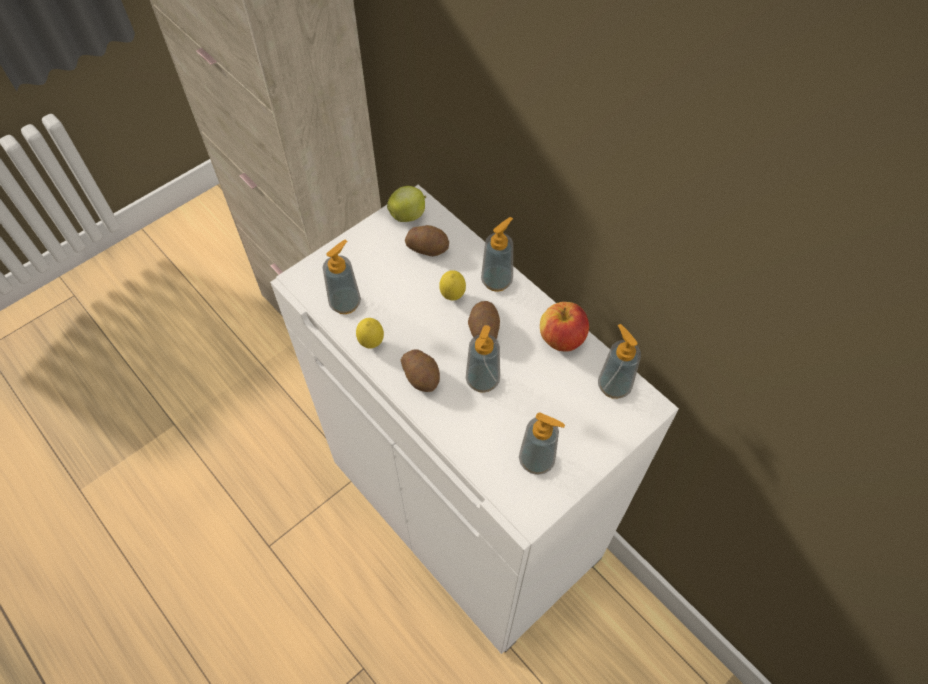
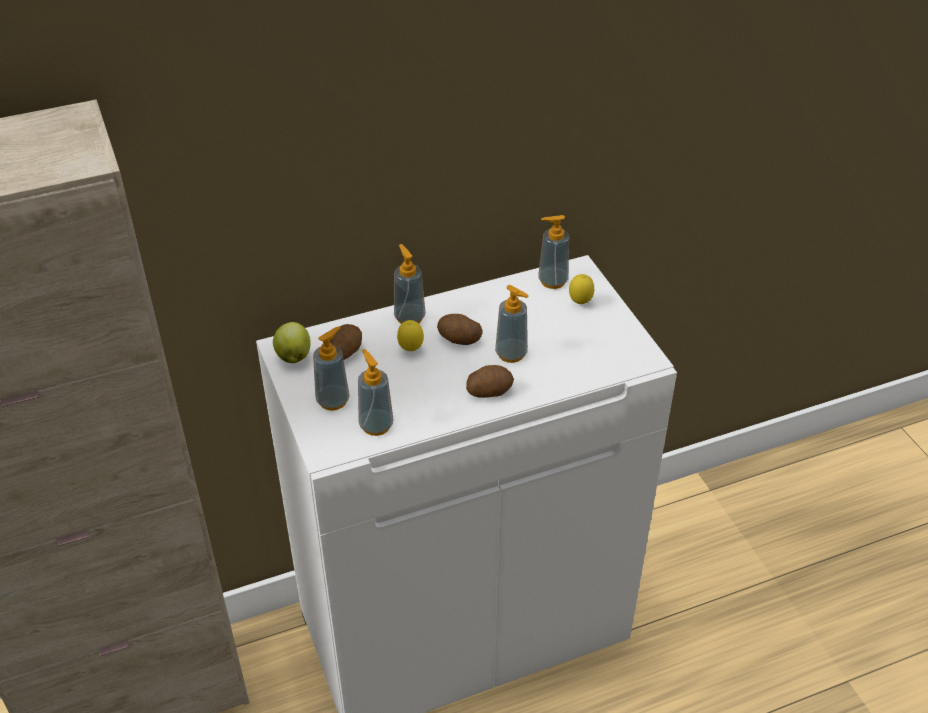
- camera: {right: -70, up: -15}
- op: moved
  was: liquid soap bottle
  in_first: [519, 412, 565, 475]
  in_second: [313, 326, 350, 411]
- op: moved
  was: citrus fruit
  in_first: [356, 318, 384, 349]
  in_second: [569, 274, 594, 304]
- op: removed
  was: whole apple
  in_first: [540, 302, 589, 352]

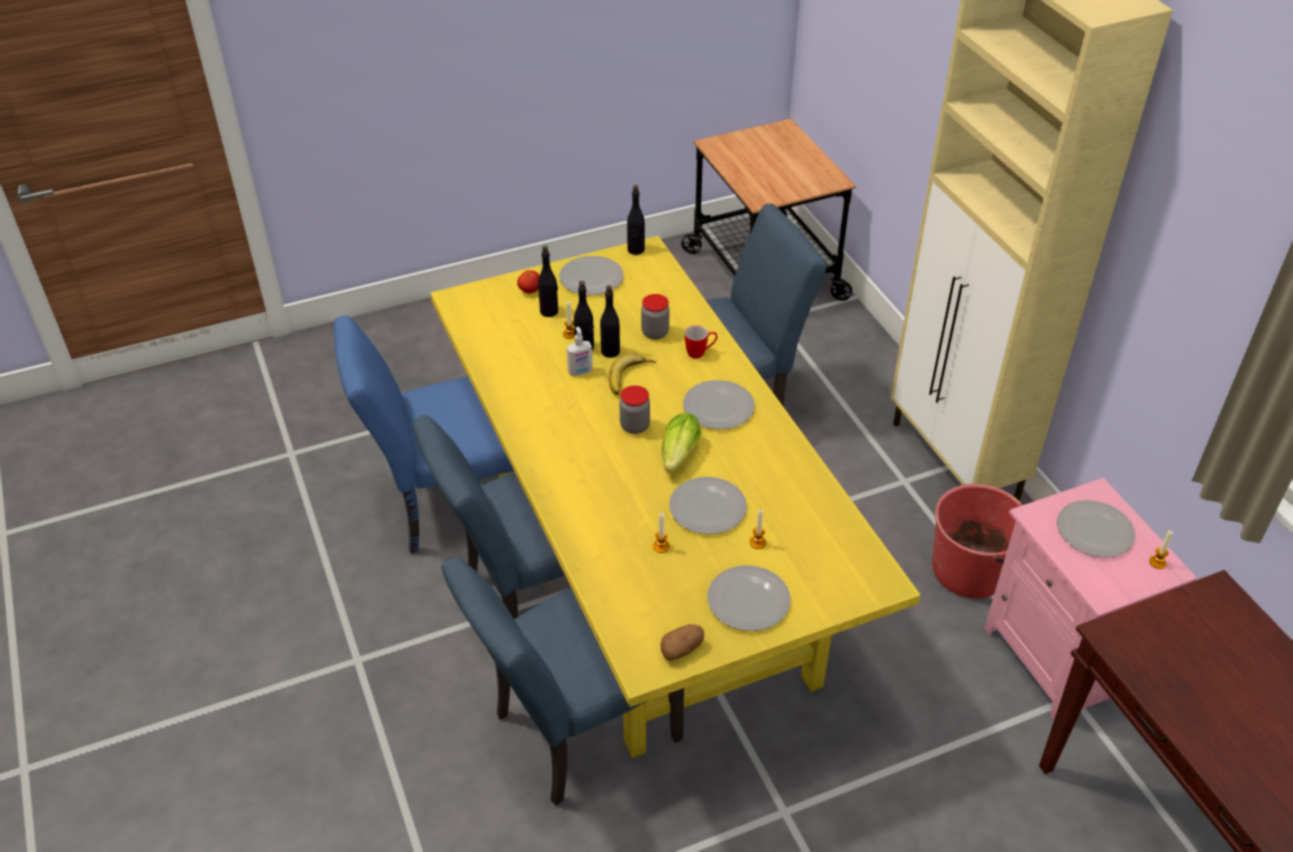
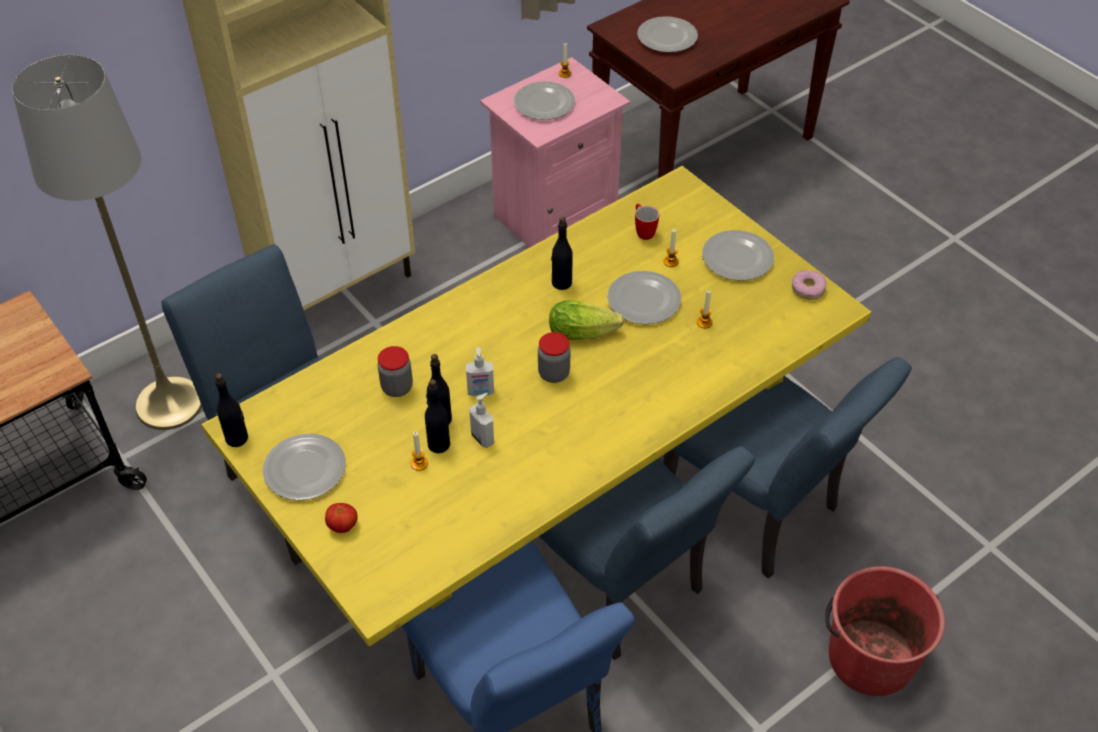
- camera: {right: -105, up: 5}
- op: added
  now: grey standing lamp
  in_second: [12, 55, 202, 430]
- op: replaced
  was: whole banana
  now: liquid soap bottle
  in_first: [609, 353, 656, 395]
  in_second: [466, 347, 494, 396]
- op: moved
  was: black beverage bottle
  in_first: [538, 246, 558, 317]
  in_second: [551, 216, 573, 290]
- op: moved
  was: mug
  in_first: [685, 325, 717, 359]
  in_second: [635, 204, 659, 240]
- op: moved
  was: plate
  in_first: [683, 380, 755, 429]
  in_second: [637, 16, 698, 52]
- op: replaced
  was: whole potato
  now: donut
  in_first: [660, 624, 704, 661]
  in_second: [792, 270, 827, 300]
- op: moved
  was: red-coloured bucket
  in_first: [933, 484, 1023, 599]
  in_second: [825, 566, 945, 696]

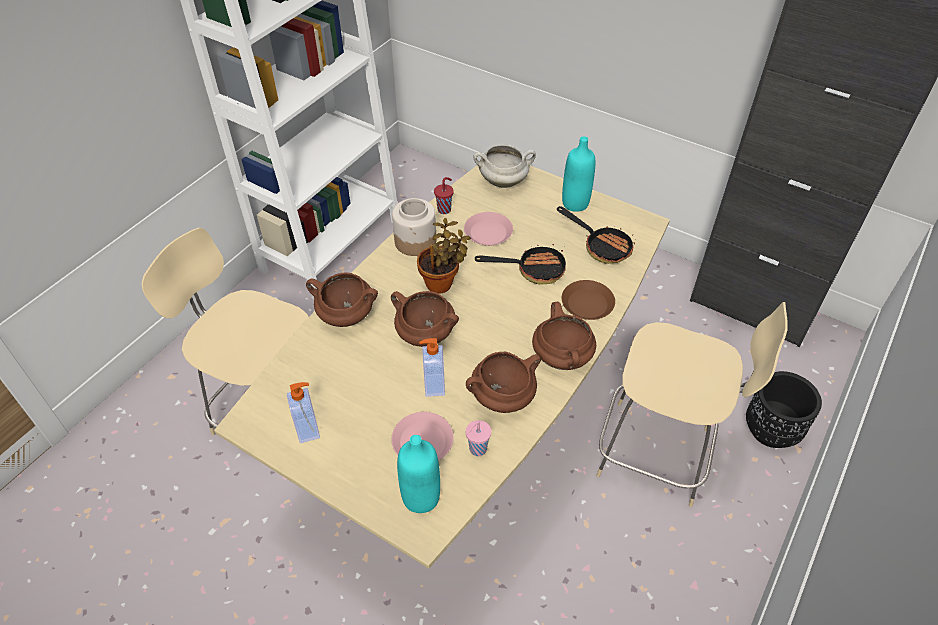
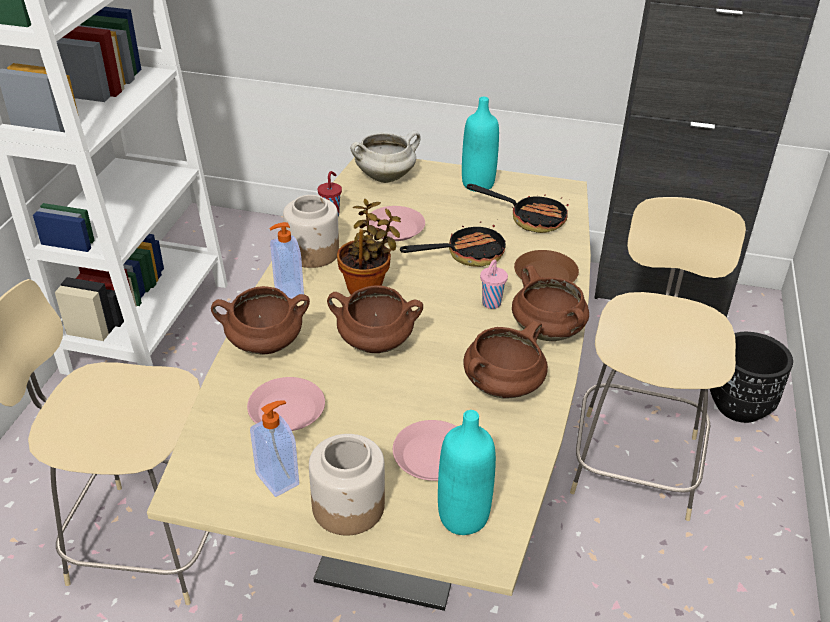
- camera: {right: -20, up: -10}
- op: added
  now: pink-coloured plate
  in_second: [247, 377, 325, 431]
- op: moved
  was: liquid soap bottle
  in_first: [419, 338, 445, 397]
  in_second: [269, 222, 304, 299]
- op: added
  now: storage jar
  in_second: [309, 434, 385, 535]
- op: moved
  was: pink-coloured drinking cup
  in_first: [466, 420, 491, 456]
  in_second: [480, 259, 508, 309]
- op: turned
  was: beige chair
  in_first: [596, 302, 788, 507]
  in_second: [570, 197, 746, 521]
  clockwise: -75

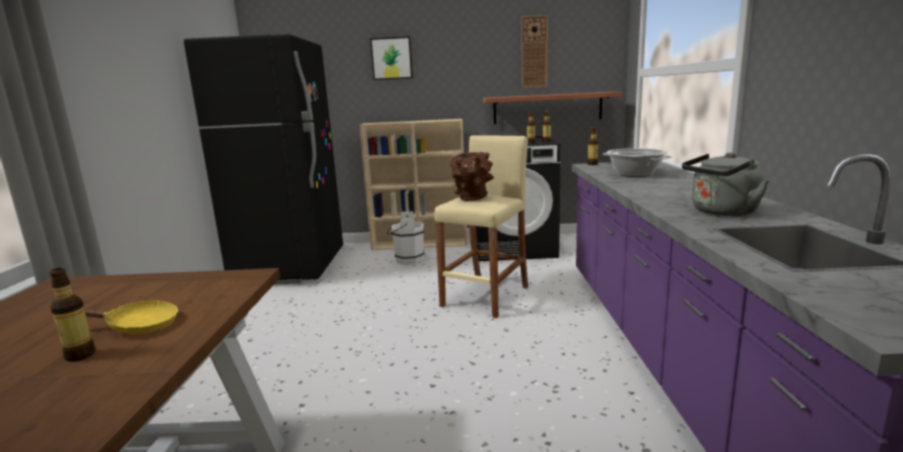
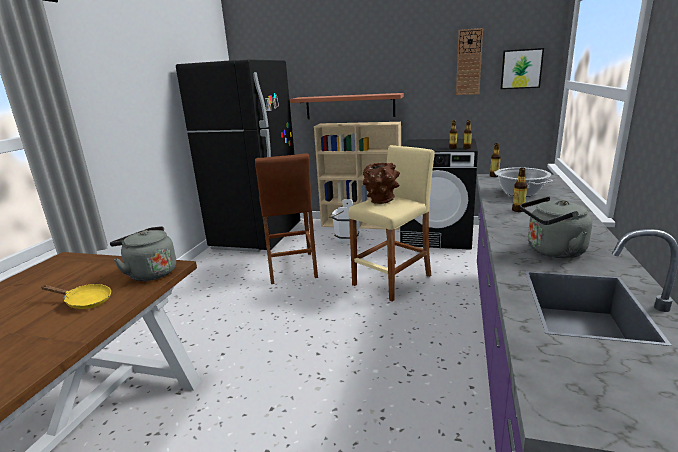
- camera: {right: 15, up: 5}
- op: added
  now: grey tea kettle
  in_second: [110, 226, 176, 281]
- op: added
  now: brown-coloured stool seat
  in_second: [255, 153, 318, 284]
- op: moved
  was: shelf
  in_first: [483, 92, 622, 124]
  in_second: [290, 93, 404, 119]
- op: moved
  was: wall art
  in_first: [370, 36, 413, 80]
  in_second: [501, 48, 544, 89]
- op: moved
  was: beverage bottle
  in_first: [49, 268, 96, 362]
  in_second: [512, 168, 527, 212]

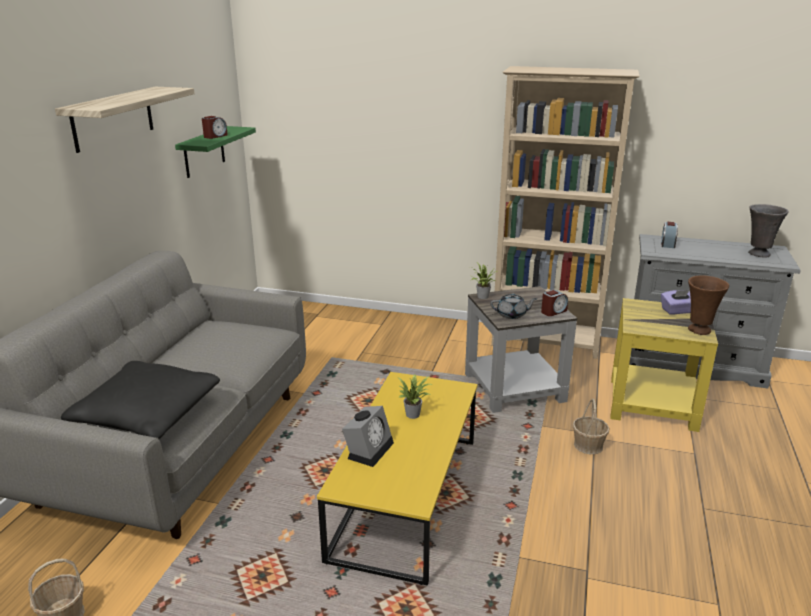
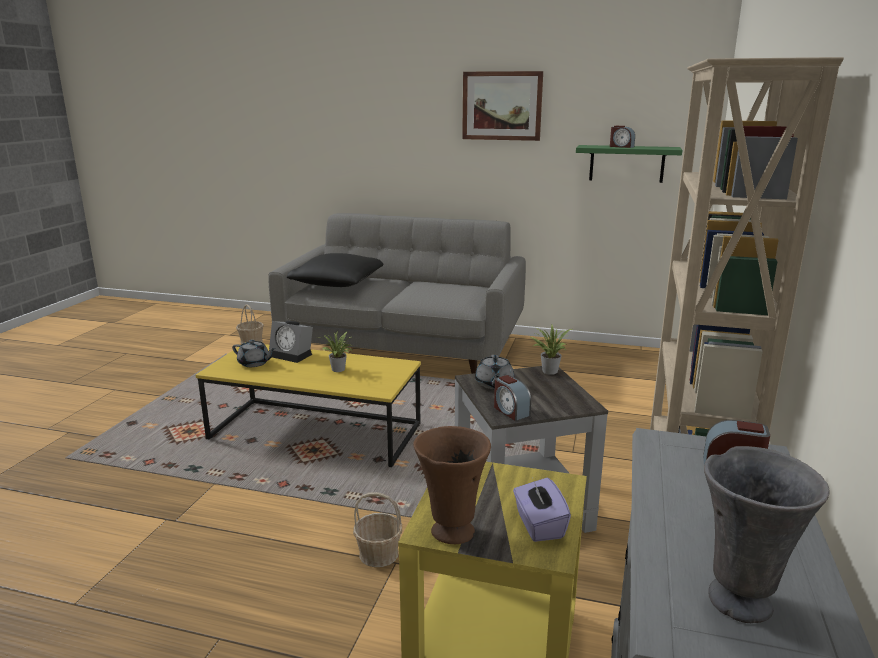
- camera: {right: 90, up: -5}
- op: added
  now: grey teapot
  in_second: [232, 340, 276, 367]
- op: replaced
  was: shelf
  now: wall art
  in_first: [55, 87, 195, 153]
  in_second: [462, 71, 543, 141]

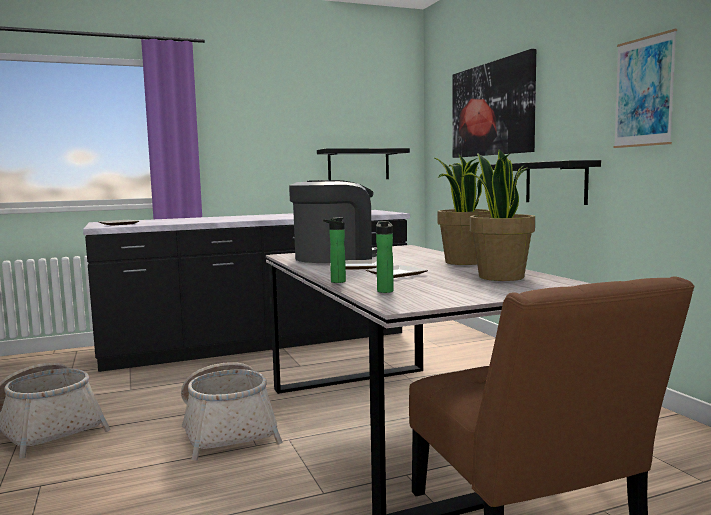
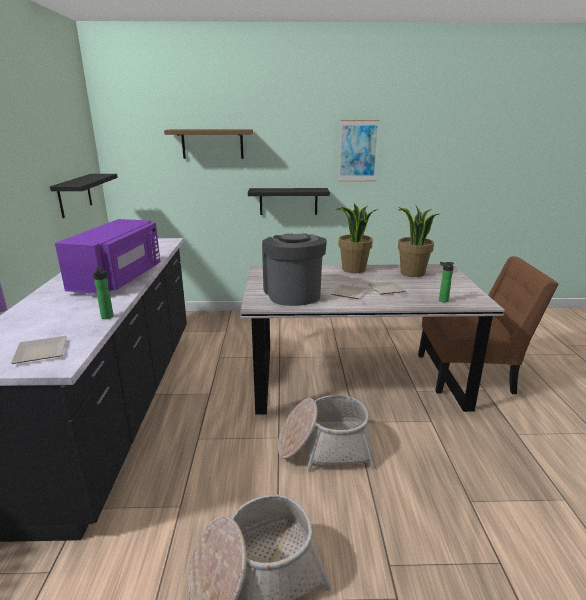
- camera: {right: -70, up: 15}
- op: added
  now: purplish kitchen microwave
  in_second: [55, 219, 160, 294]
- op: moved
  was: beverage bottle
  in_first: [323, 217, 346, 283]
  in_second: [93, 267, 114, 319]
- op: replaced
  was: wall art
  now: brown-coloured shelf
  in_first: [453, 49, 536, 158]
  in_second: [164, 129, 253, 159]

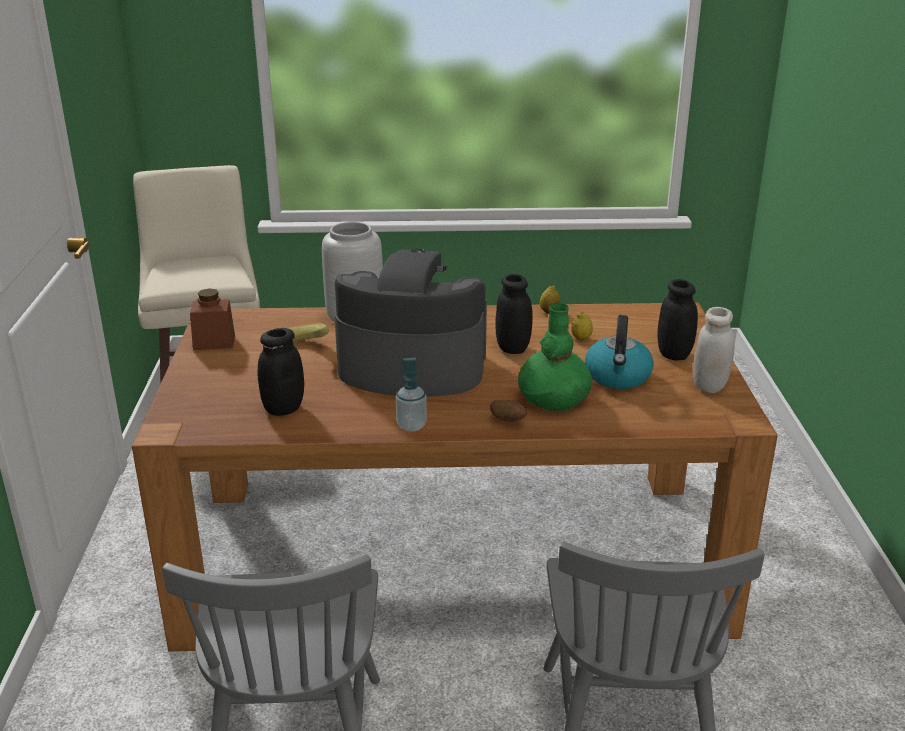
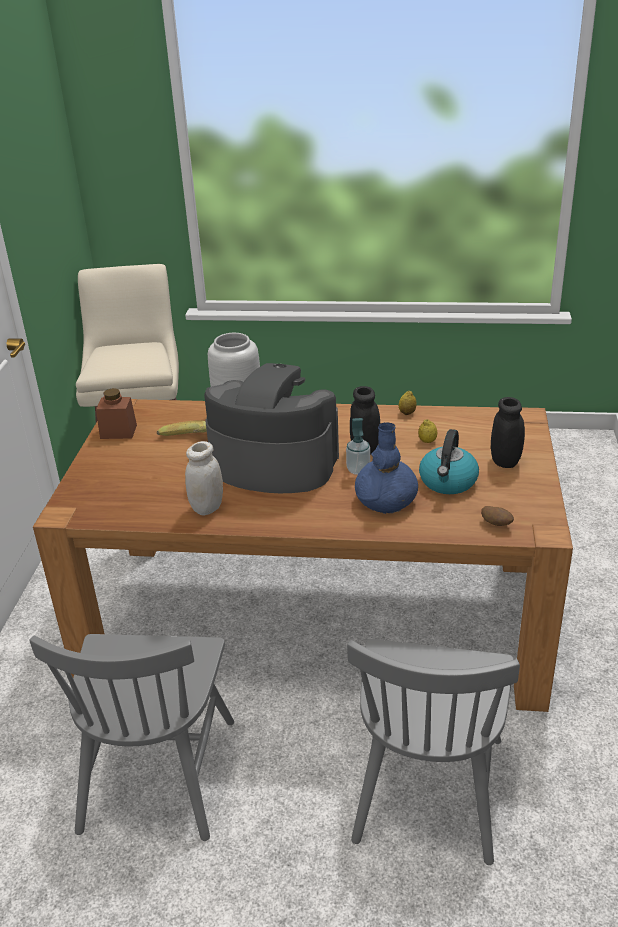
- camera: {right: 10, up: 5}
- op: moved
  was: white storage jar
  in_first: [693, 307, 735, 393]
  in_second: [185, 441, 223, 516]
- op: moved
  was: liquid soap bottle
  in_first: [396, 357, 427, 432]
  in_second: [346, 418, 370, 475]
- op: recoloured
  was: green-coloured decorative vase
  now: blue-coloured decorative vase
  in_first: [518, 303, 592, 411]
  in_second: [355, 422, 418, 514]
- op: moved
  was: whole potato
  in_first: [490, 400, 527, 422]
  in_second: [481, 506, 514, 526]
- op: removed
  was: black storage jar
  in_first: [258, 328, 304, 416]

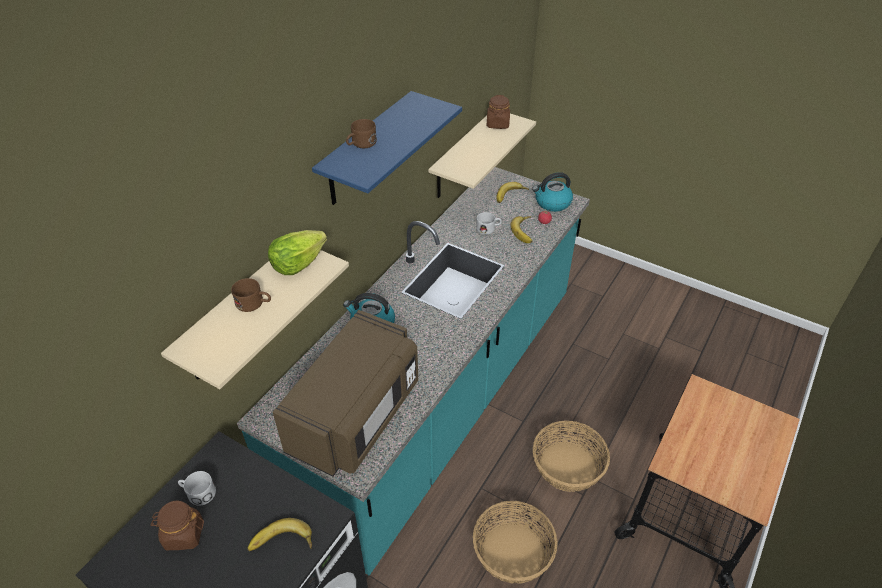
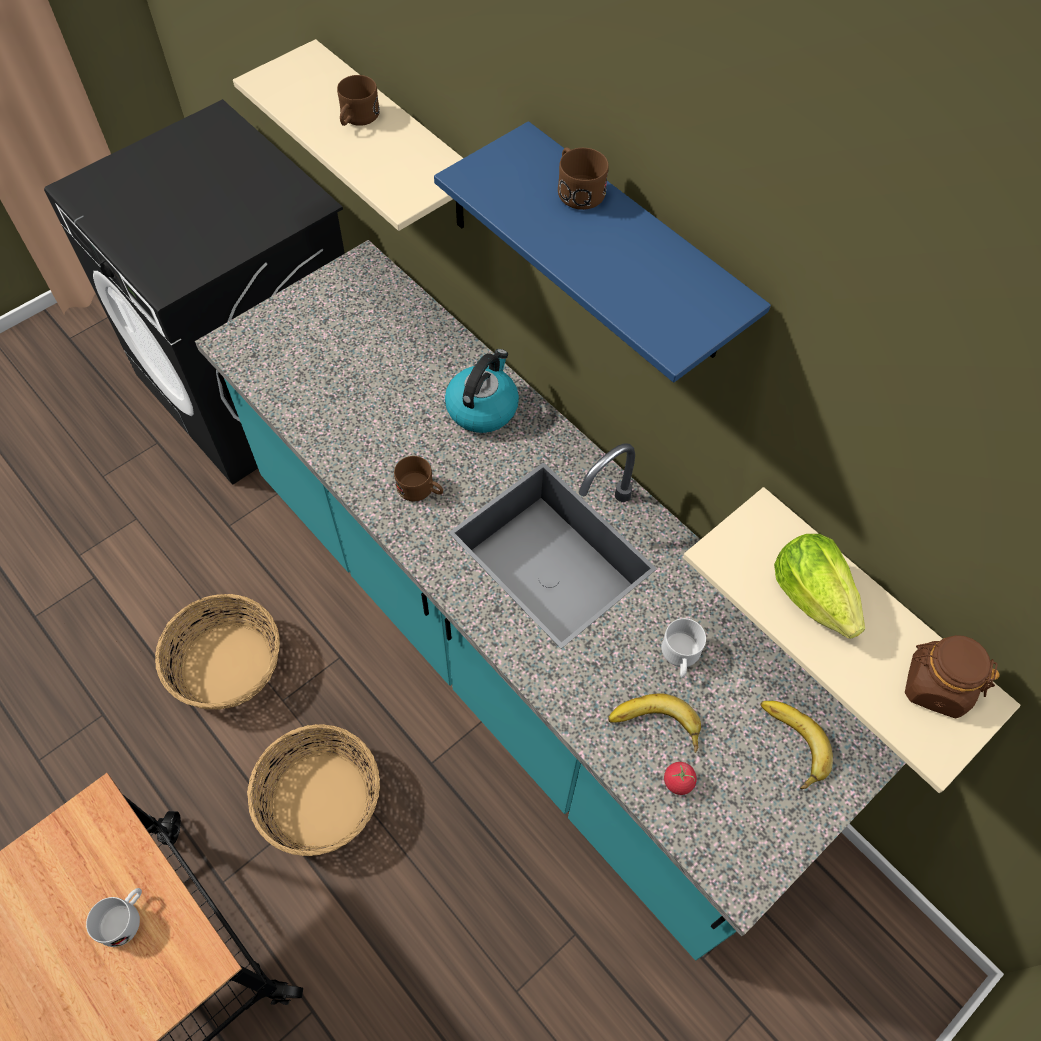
- camera: {right: 105, up: 15}
- op: moved
  was: white mug
  in_first: [178, 471, 216, 506]
  in_second: [86, 888, 142, 947]
- op: added
  now: brown-coloured mug
  in_second: [394, 456, 443, 501]
- op: moved
  was: head of lettuce
  in_first: [268, 230, 327, 275]
  in_second: [774, 534, 865, 639]
- op: removed
  was: brown-coloured storage jar
  in_first: [150, 500, 204, 550]
- op: removed
  was: whole banana
  in_first: [248, 518, 312, 551]
- op: removed
  was: brown-coloured kitchen microwave
  in_first: [273, 310, 418, 476]
- op: removed
  was: tea kettle
  in_first: [532, 172, 573, 212]

